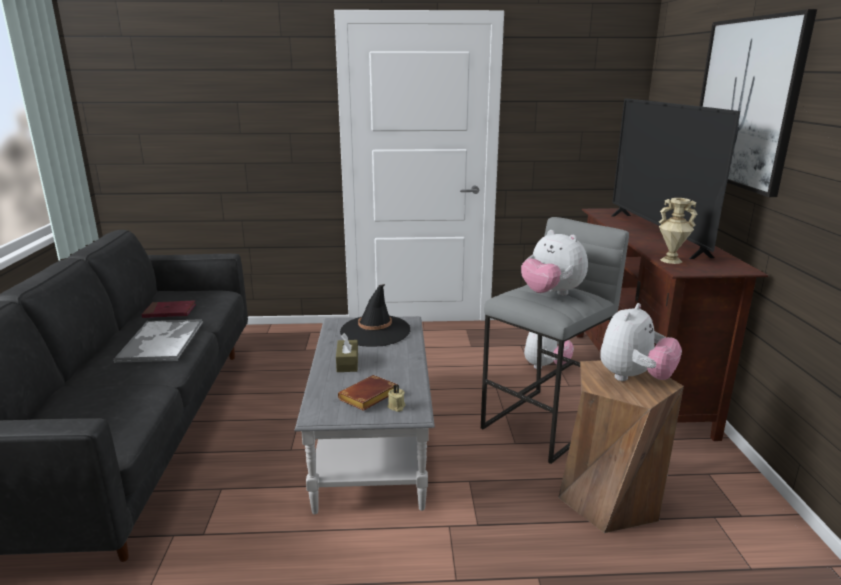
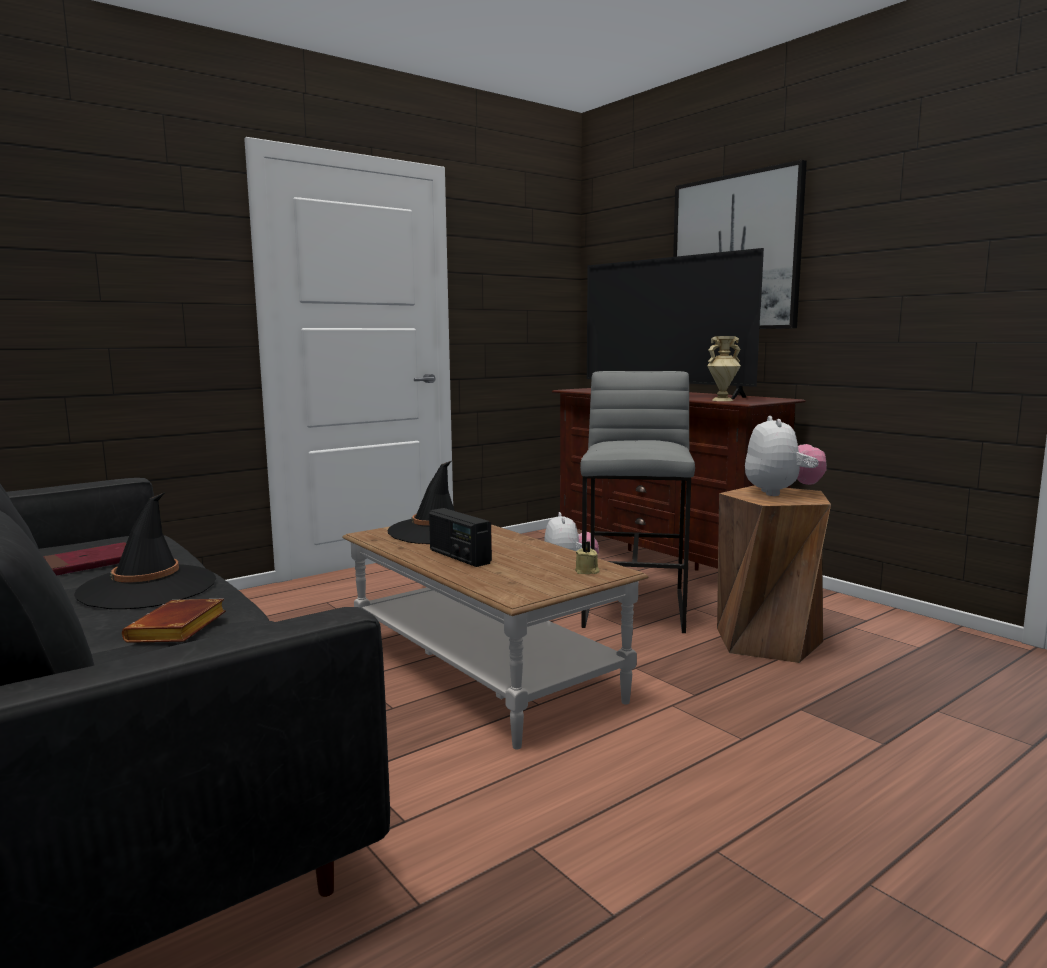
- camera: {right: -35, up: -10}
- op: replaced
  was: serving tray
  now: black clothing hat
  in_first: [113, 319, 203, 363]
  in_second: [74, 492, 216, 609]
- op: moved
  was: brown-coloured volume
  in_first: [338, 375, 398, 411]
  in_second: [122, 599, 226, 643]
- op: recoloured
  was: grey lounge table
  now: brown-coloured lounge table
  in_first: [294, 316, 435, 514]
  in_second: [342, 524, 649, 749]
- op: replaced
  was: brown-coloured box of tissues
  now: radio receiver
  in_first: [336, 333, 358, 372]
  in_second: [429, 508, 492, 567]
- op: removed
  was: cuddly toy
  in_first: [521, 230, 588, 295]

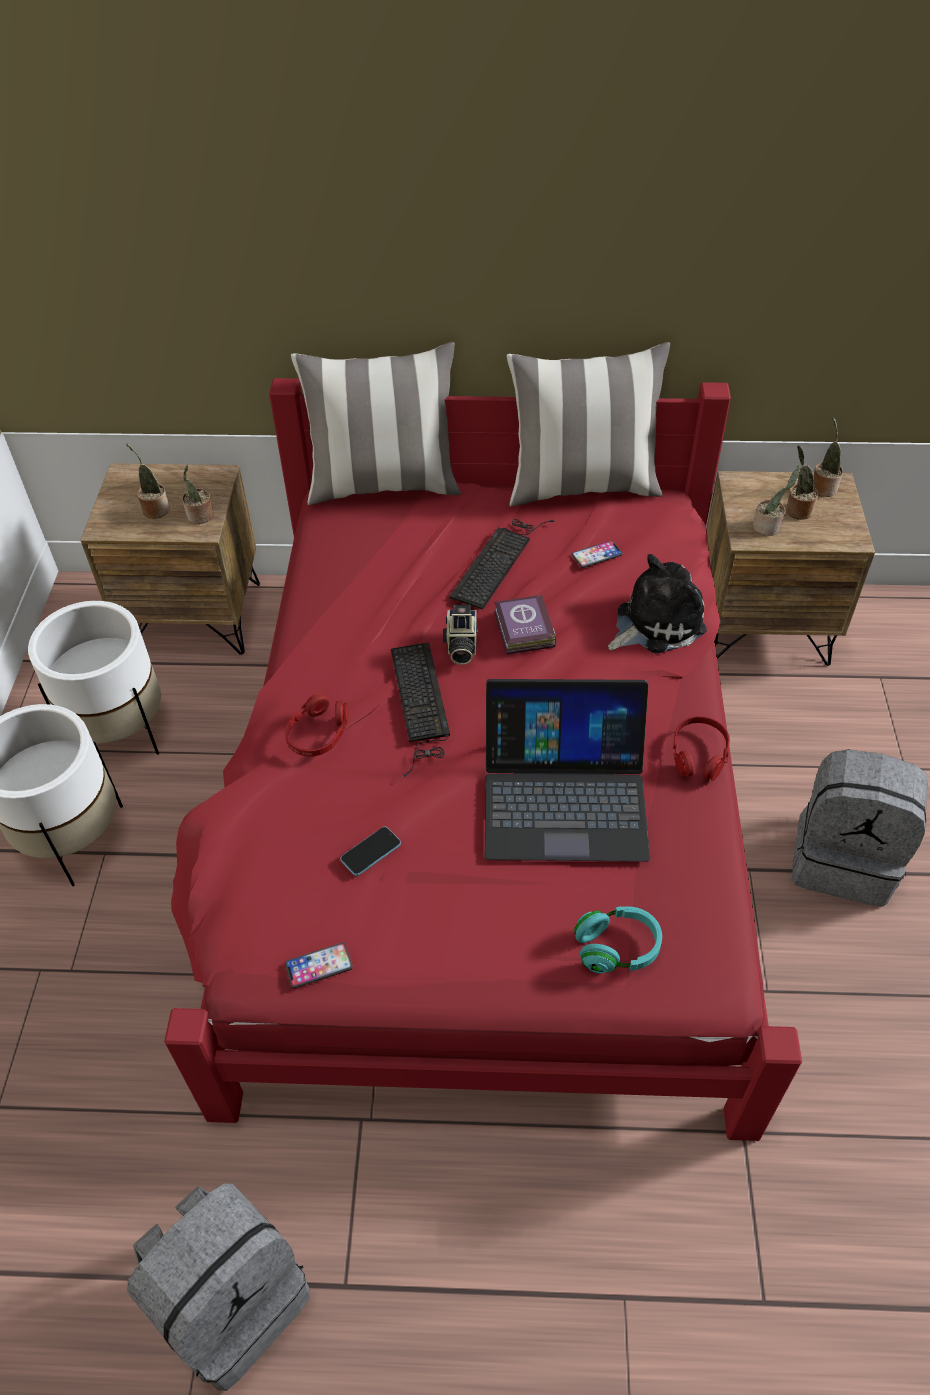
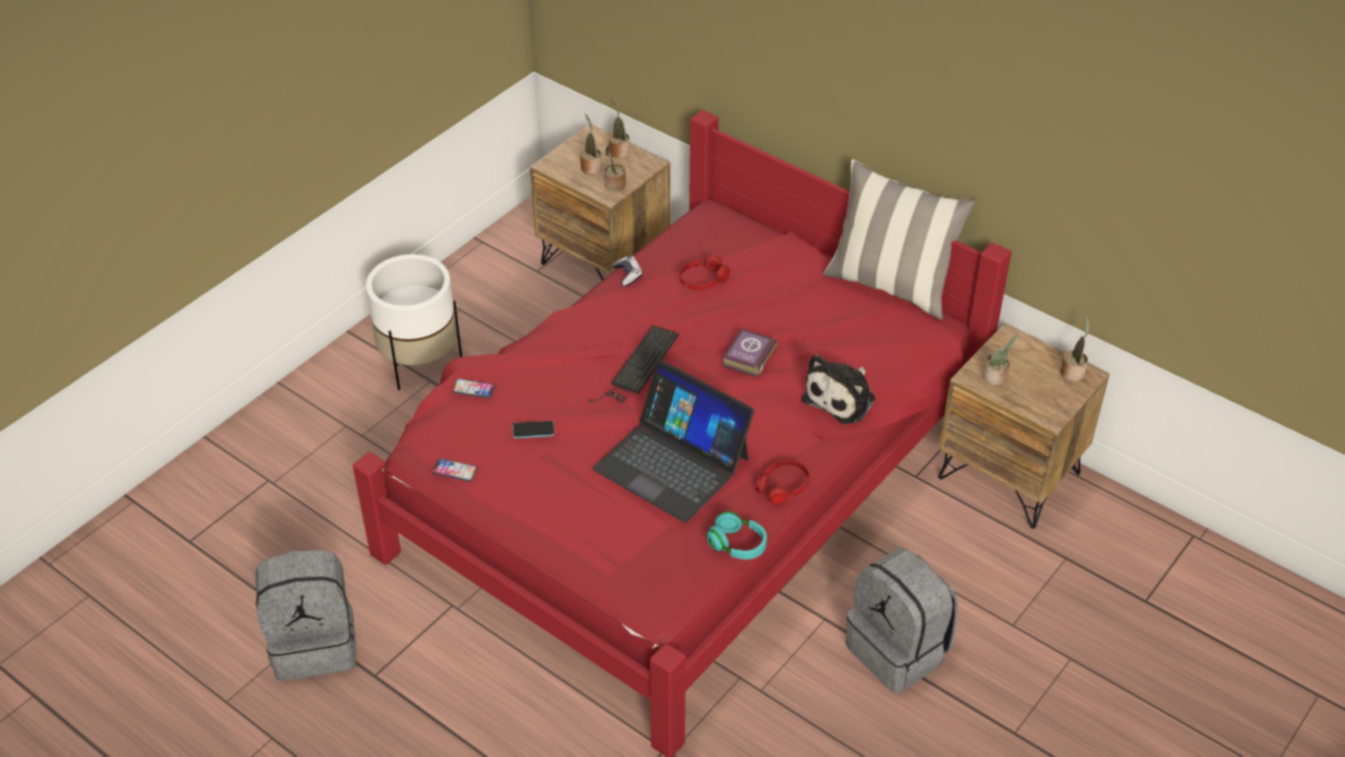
- camera: {right: 35, up: -5}
- op: moved
  was: handset
  in_first: [571, 540, 623, 568]
  in_second: [452, 378, 495, 399]
- op: moved
  was: houseplant
  in_first: [786, 445, 818, 520]
  in_second: [609, 99, 630, 159]
- op: added
  now: joypad
  in_second: [613, 256, 642, 286]
- op: moved
  was: red-coloured headphones
  in_first: [285, 693, 347, 756]
  in_second: [679, 255, 730, 290]
- op: moved
  was: turquoise headphones
  in_first: [574, 906, 662, 973]
  in_second: [707, 511, 767, 559]
- op: turned
  was: cuddly toy
  in_first: [608, 554, 707, 653]
  in_second: [802, 354, 875, 424]
  clockwise: 120
- op: removed
  was: white flower pot
  in_first: [28, 601, 161, 755]
- op: removed
  was: pillow
  in_first: [291, 342, 461, 505]
- op: removed
  was: still camera
  in_first: [443, 605, 478, 665]
- op: removed
  was: keyboard
  in_first: [449, 519, 554, 610]

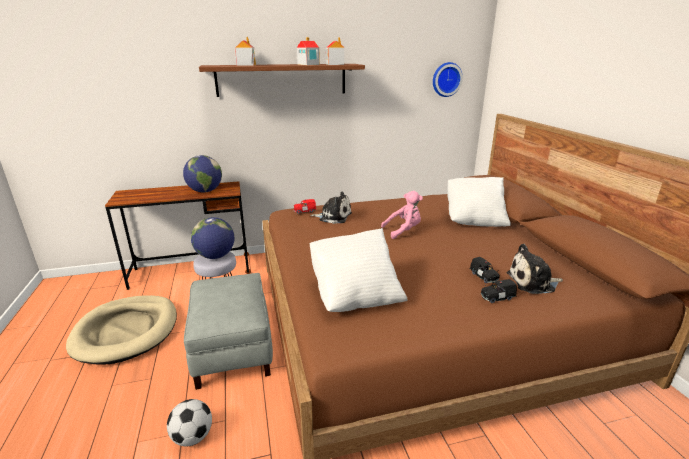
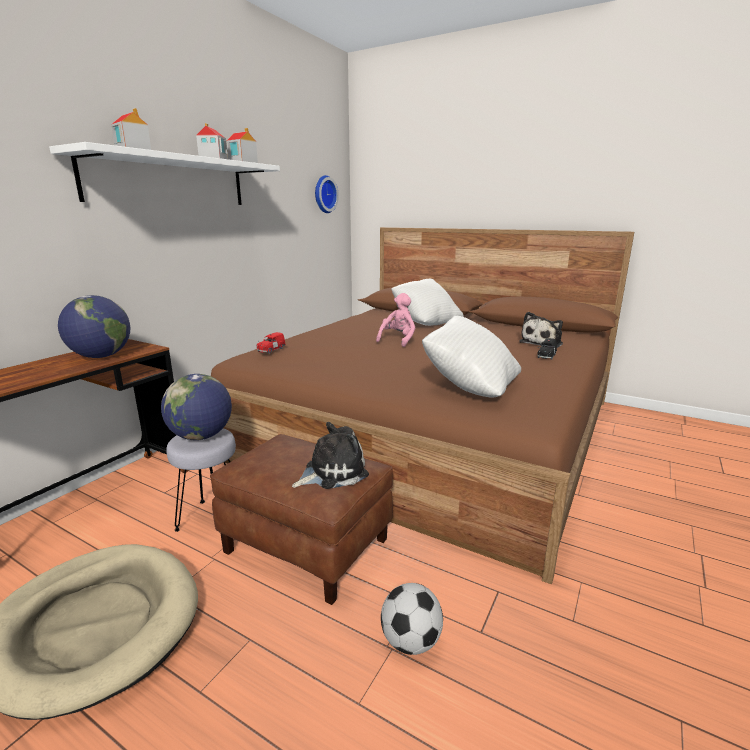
- camera: {right: -45, up: -5}
- op: recoloured
  was: brown-coloured shelf
  now: white shelf
  in_first: [199, 64, 365, 97]
  in_second: [49, 142, 280, 205]
- op: recoloured
  was: grey pouffe
  now: brown-coloured pouffe
  in_first: [184, 273, 273, 390]
  in_second: [210, 434, 393, 605]
- op: moved
  was: cuddly toy
  in_first: [310, 192, 352, 224]
  in_second: [292, 422, 369, 489]
- op: removed
  was: black miniature car
  in_first: [470, 257, 500, 283]

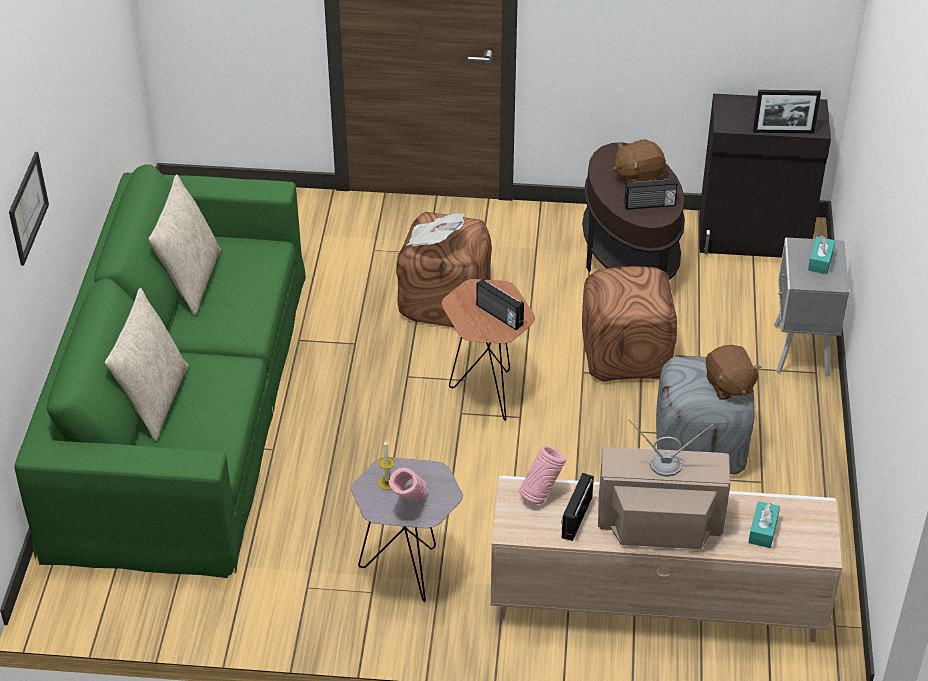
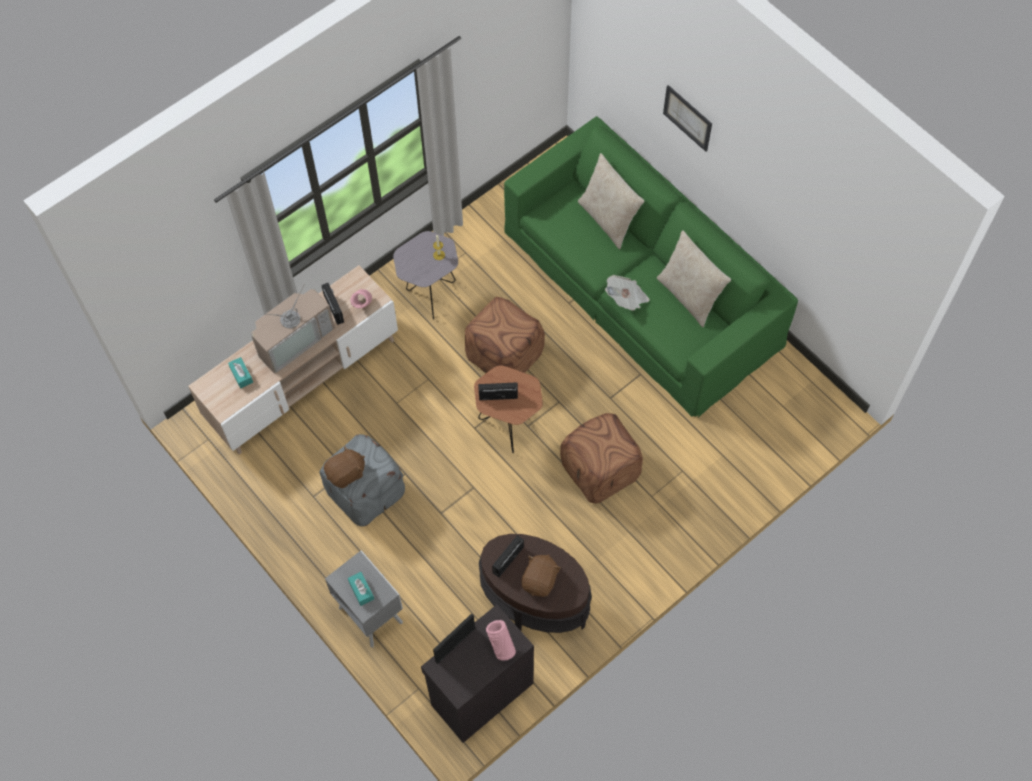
- camera: {right: 135, up: 20}
- op: turned
  was: brown-coloured cuddly toy
  in_first: [706, 345, 761, 400]
  in_second: [324, 446, 365, 488]
  clockwise: 120
- op: moved
  was: brown-coloured pouffe
  in_first: [582, 266, 677, 381]
  in_second: [465, 297, 545, 373]
- op: moved
  was: pink-coloured decorative vase
  in_first: [389, 468, 427, 502]
  in_second: [486, 620, 516, 661]
- op: moved
  was: printed paper
  in_first: [406, 214, 465, 246]
  in_second: [605, 275, 649, 311]

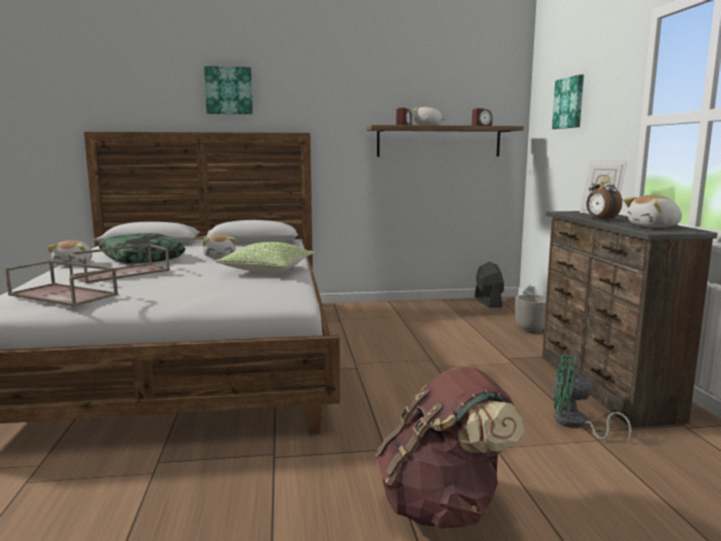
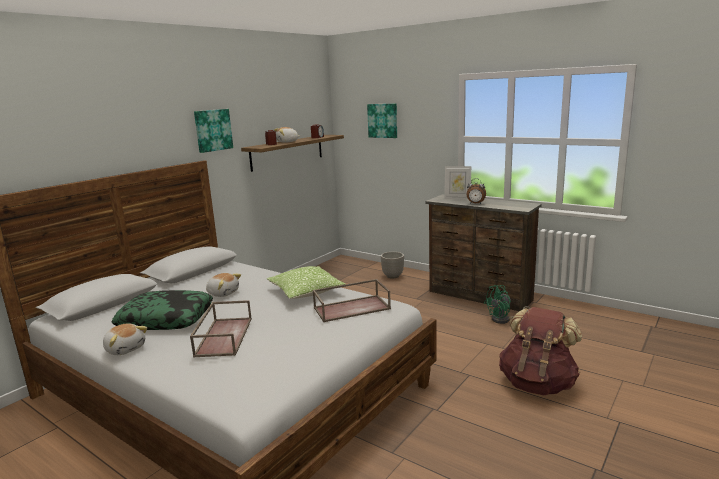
- camera: {right: -45, up: 5}
- op: moved
  was: wall art
  in_first: [204, 66, 253, 114]
  in_second: [194, 109, 233, 153]
- op: moved
  was: brown-coloured serving tray
  in_first: [5, 260, 118, 307]
  in_second: [312, 279, 391, 322]
- op: removed
  was: black electric fan
  in_first: [475, 262, 504, 308]
- op: removed
  was: cuddly toy
  in_first: [623, 195, 682, 228]

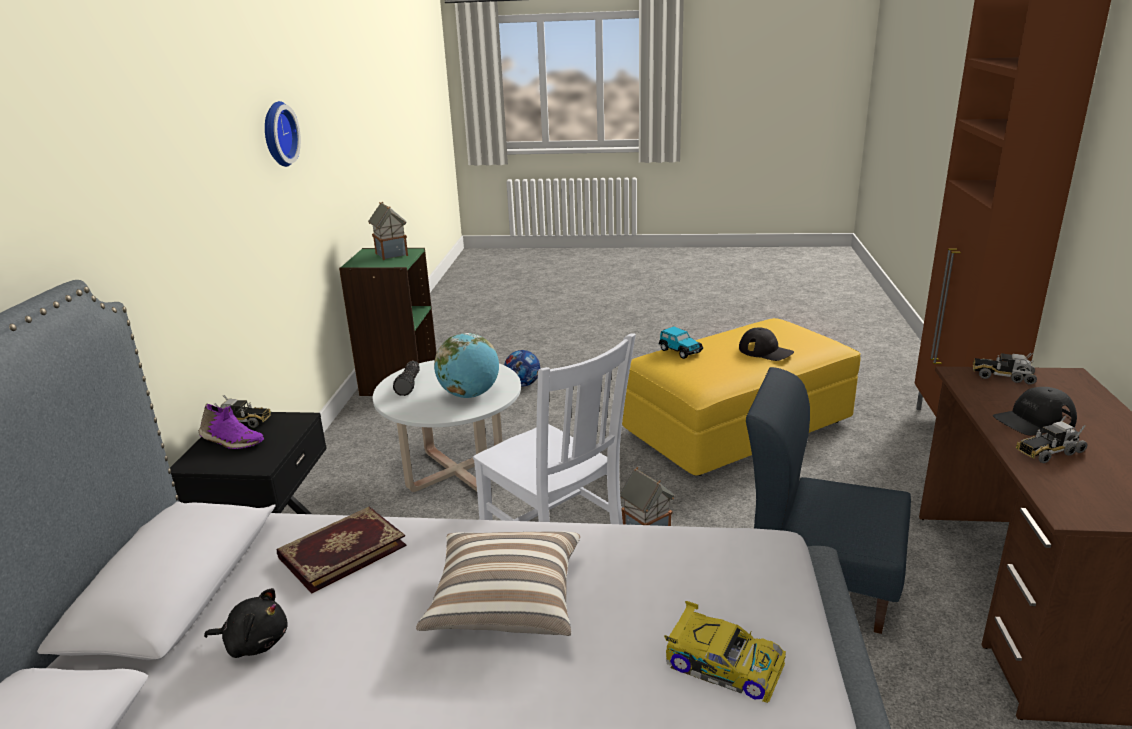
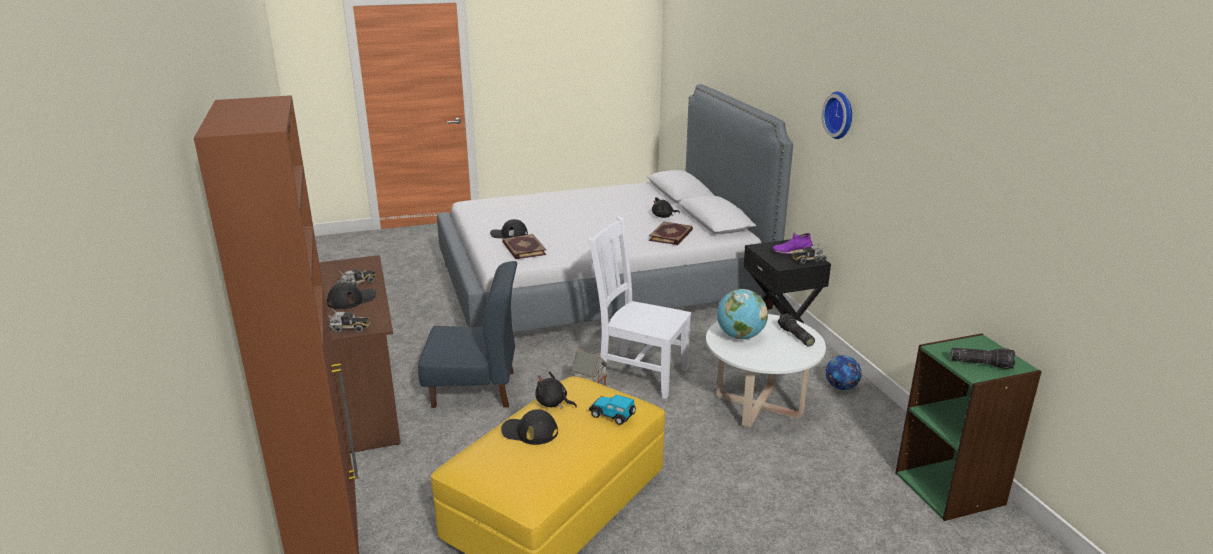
- camera: {right: 155, up: 0}
- op: replaced
  was: miniature car
  now: black peaked cap
  in_first: [664, 601, 786, 703]
  in_second: [490, 219, 528, 238]
- op: added
  now: volume
  in_second: [502, 234, 547, 259]
- op: added
  now: black cuddly toy
  in_second: [535, 371, 577, 409]
- op: moved
  was: wall clock
  in_first: [265, 101, 301, 167]
  in_second: [822, 92, 852, 139]
- op: moved
  was: ball for football
  in_first: [504, 350, 540, 387]
  in_second: [825, 355, 861, 390]
- op: replaced
  was: miniature house
  now: hand torch
  in_first: [368, 202, 408, 260]
  in_second: [951, 347, 1015, 369]
- op: removed
  was: pillow
  in_first: [416, 531, 580, 636]

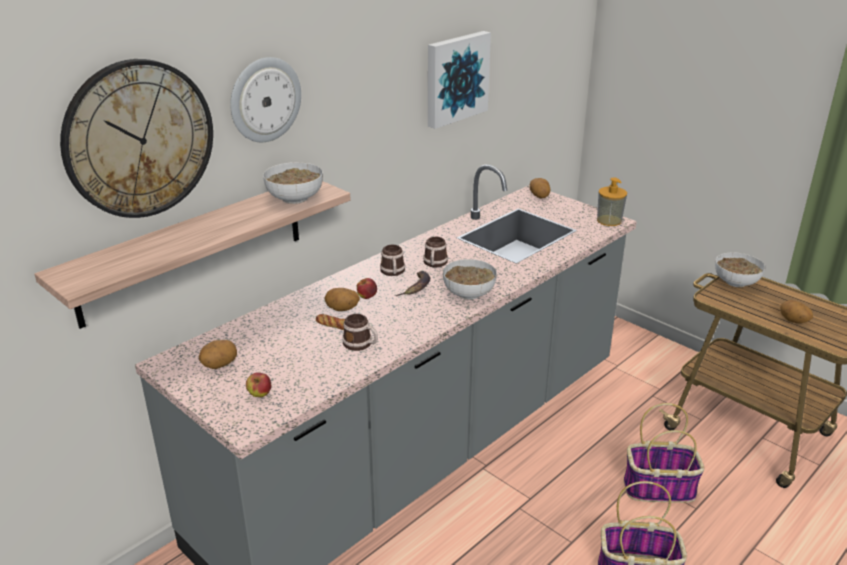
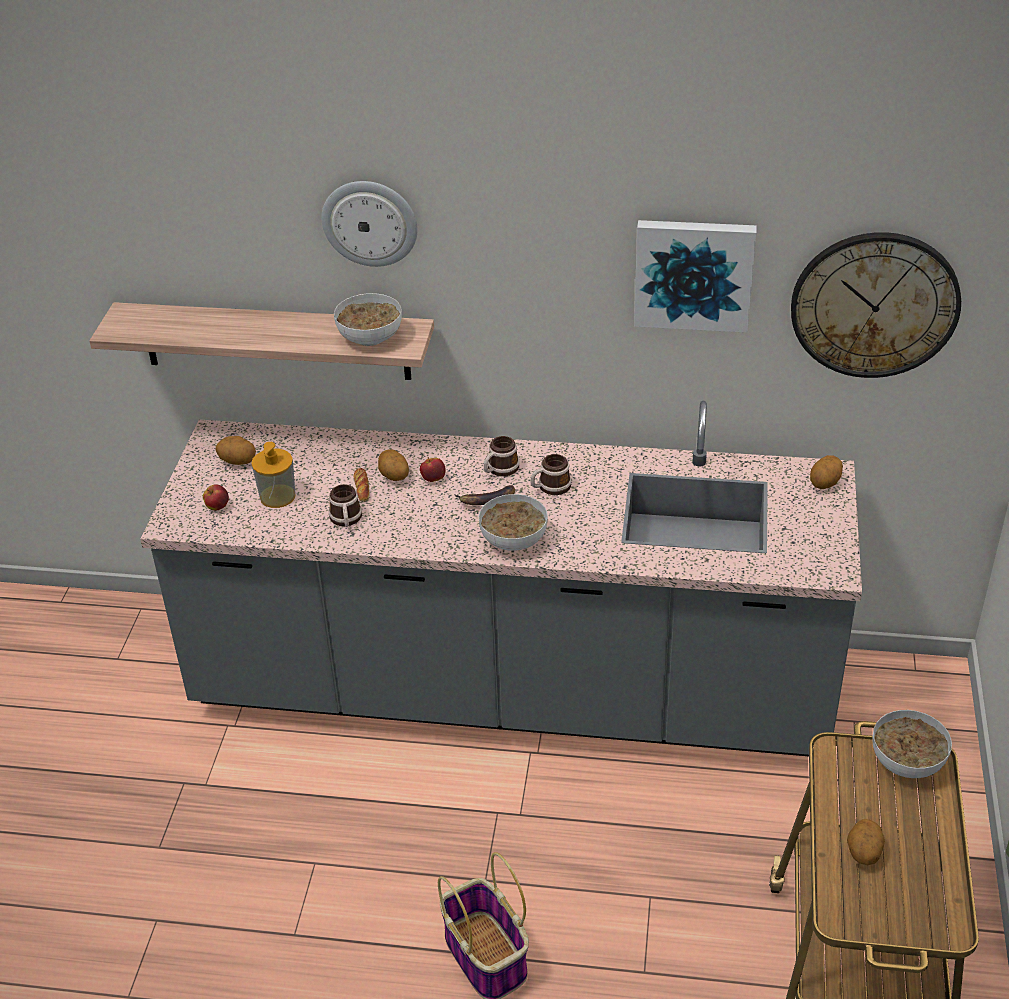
- camera: {right: 55, up: 10}
- op: moved
  was: liquid soap bottle
  in_first: [597, 177, 627, 226]
  in_second: [251, 442, 296, 508]
- op: moved
  was: wall clock
  in_first: [60, 59, 213, 218]
  in_second: [791, 232, 961, 378]
- op: removed
  was: household basket
  in_first: [624, 403, 705, 503]

